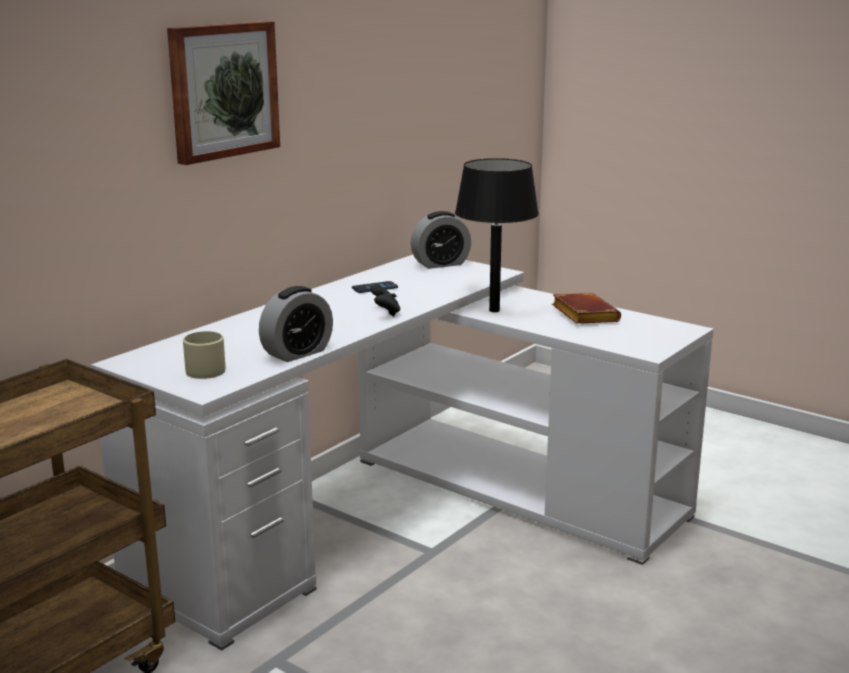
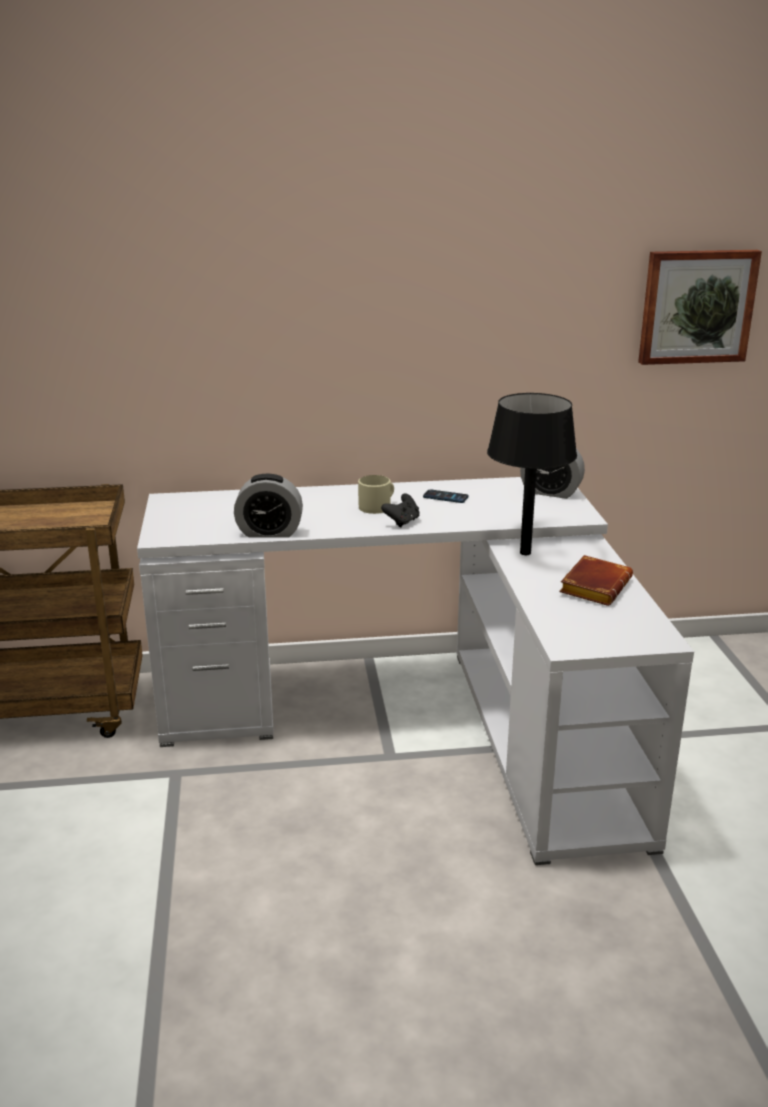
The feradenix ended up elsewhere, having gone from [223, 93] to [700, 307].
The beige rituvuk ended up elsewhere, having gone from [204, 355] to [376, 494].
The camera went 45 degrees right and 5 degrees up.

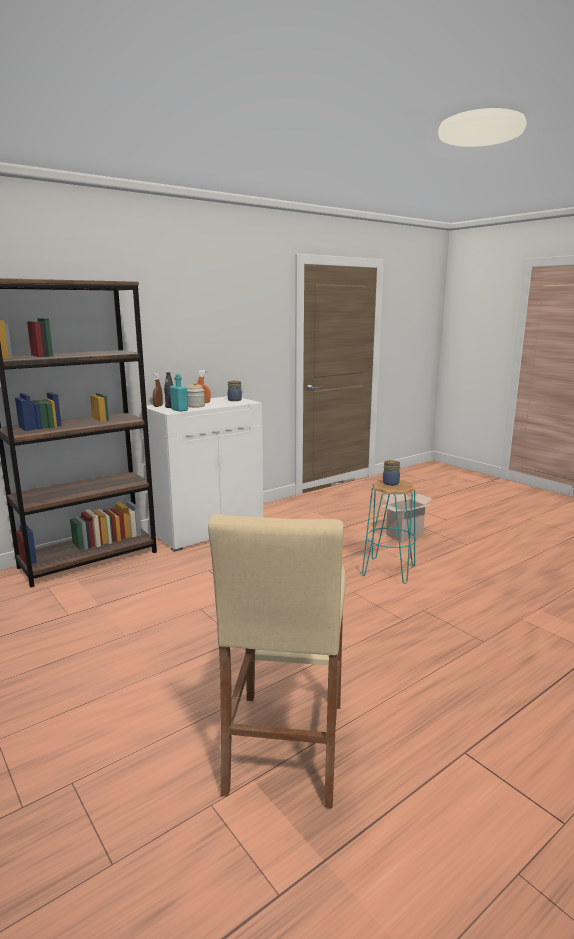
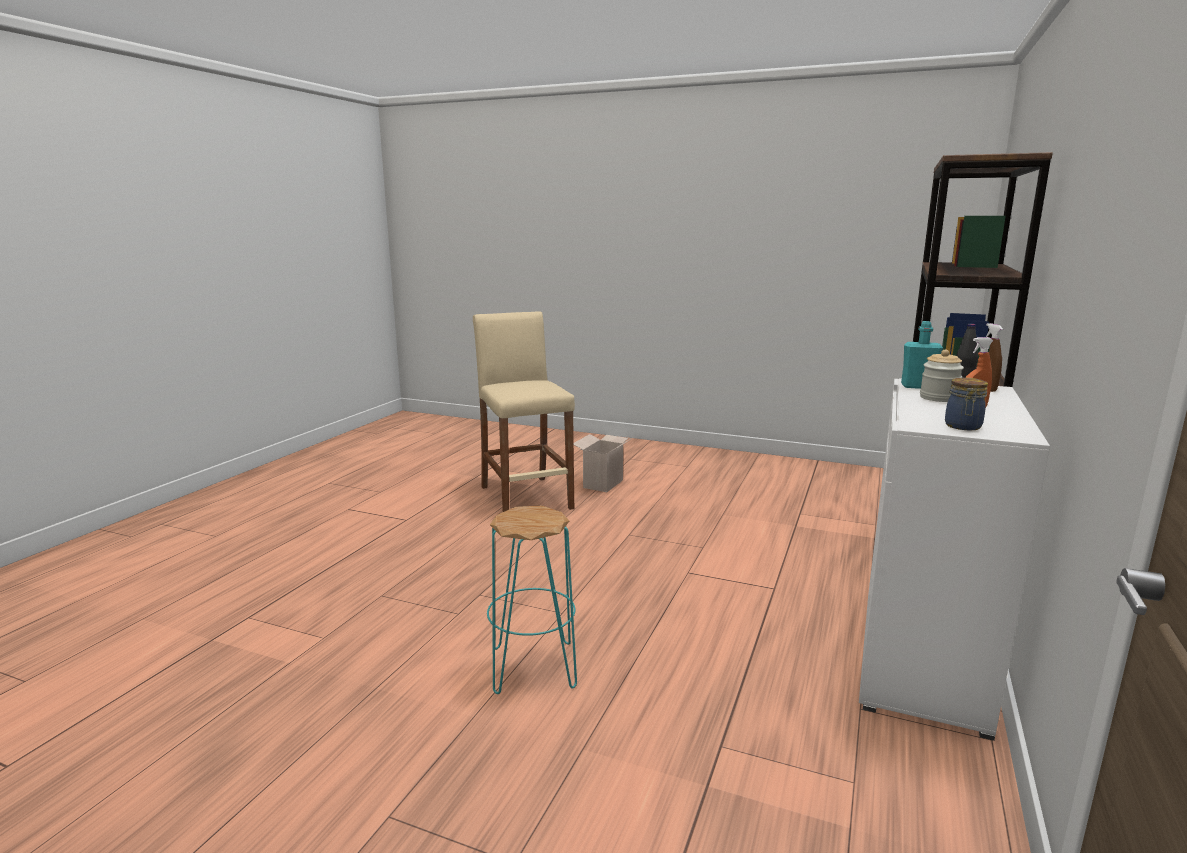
The second view lost the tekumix at [391, 473].
The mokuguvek ended up elsewhere, having gone from [407, 518] to [603, 463].
The camera went 150 degrees right and 0 degrees up.

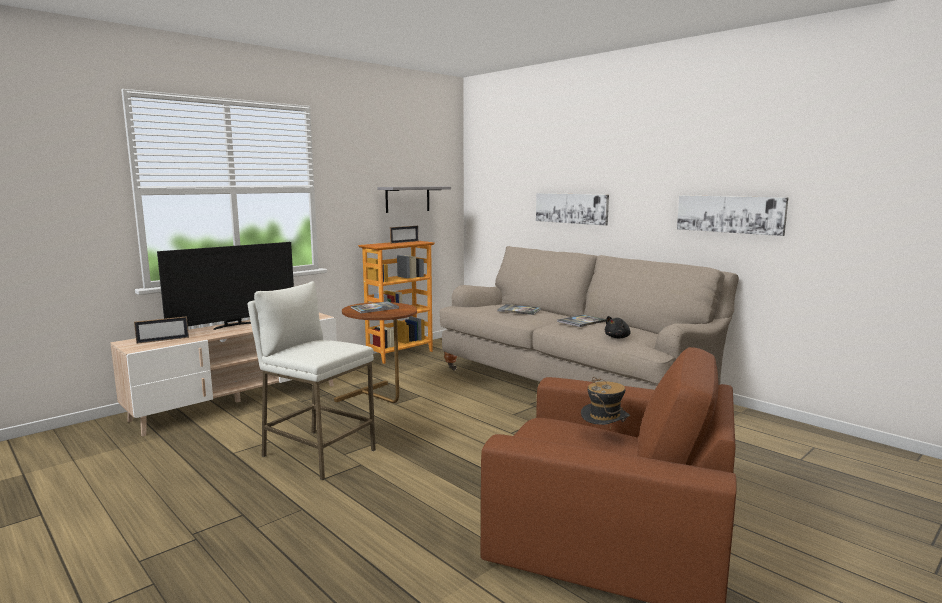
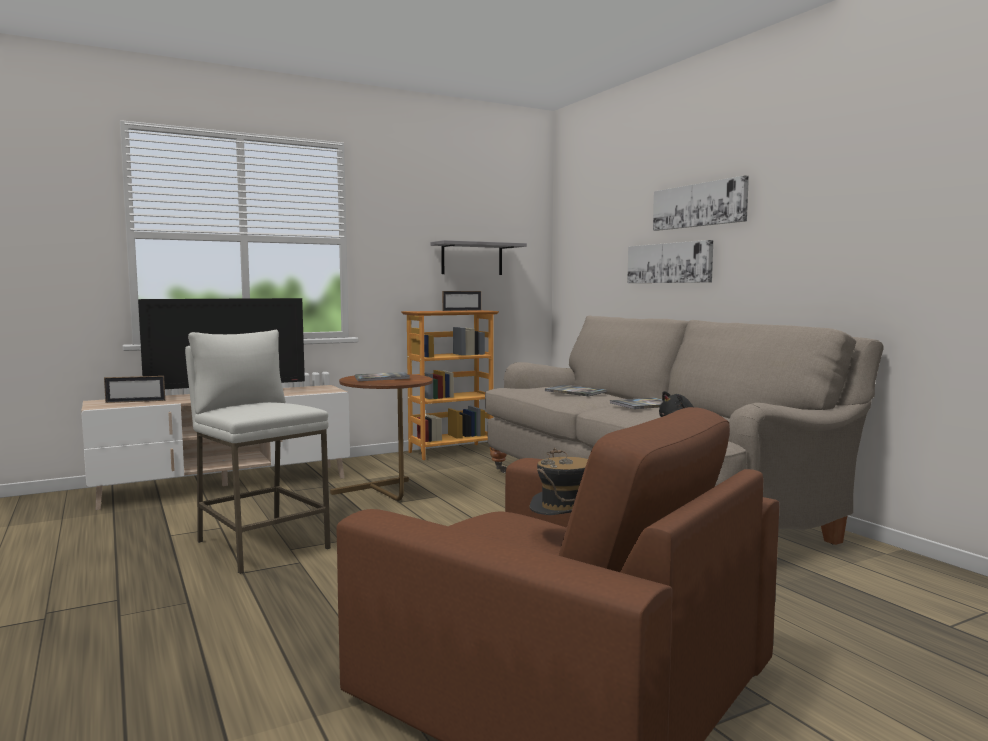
The feradenix ended up elsewhere, having gone from [733, 215] to [701, 203].
The camera went 15 degrees right and 5 degrees down.

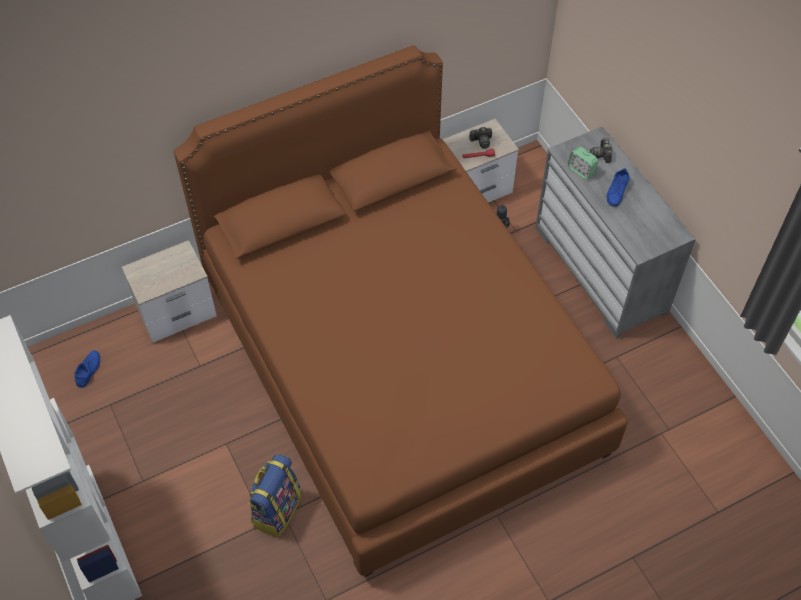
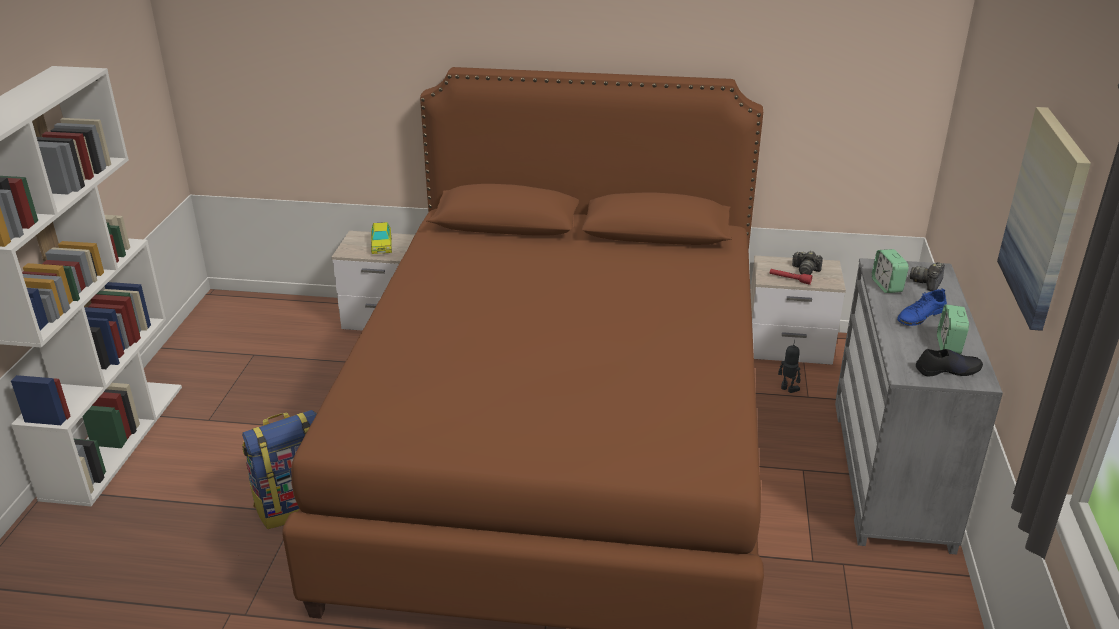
The second view lost the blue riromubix at [87, 369].
The second view gained the feradenix at [1044, 219].
The second view gained the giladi at [381, 238].
The second view gained the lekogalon at [953, 329].
The second view gained the black riromubix at [949, 362].
The camera went 35 degrees right and 25 degrees down.

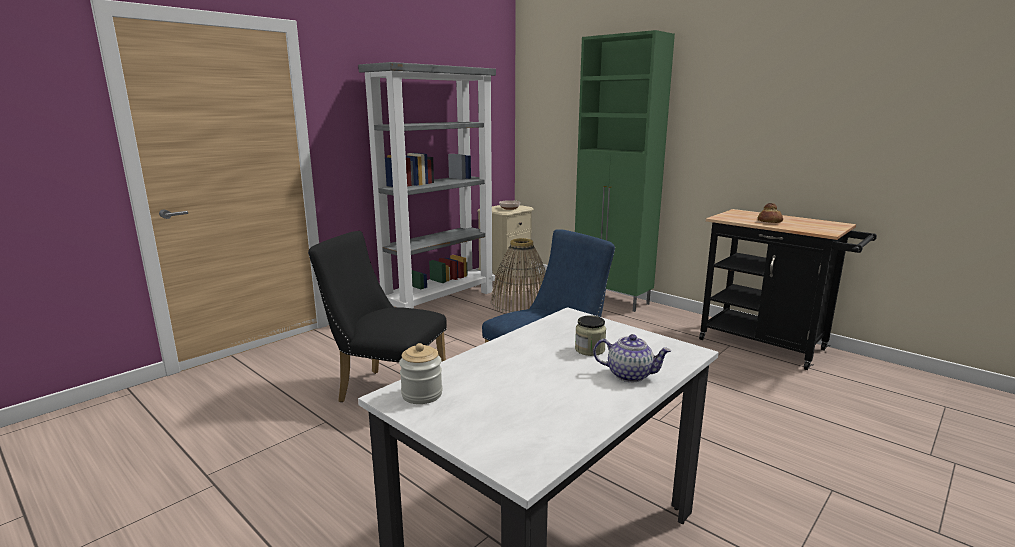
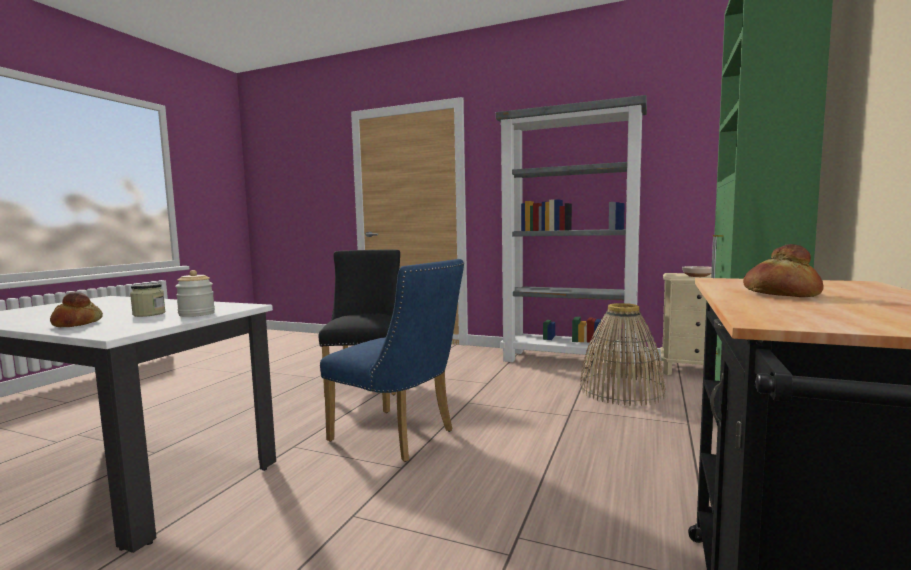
Where the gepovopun stood at [632, 358], the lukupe came to stand at [76, 309].
The tekumix ended up elsewhere, having gone from [421, 373] to [195, 293].
The camera went 70 degrees right and 10 degrees down.

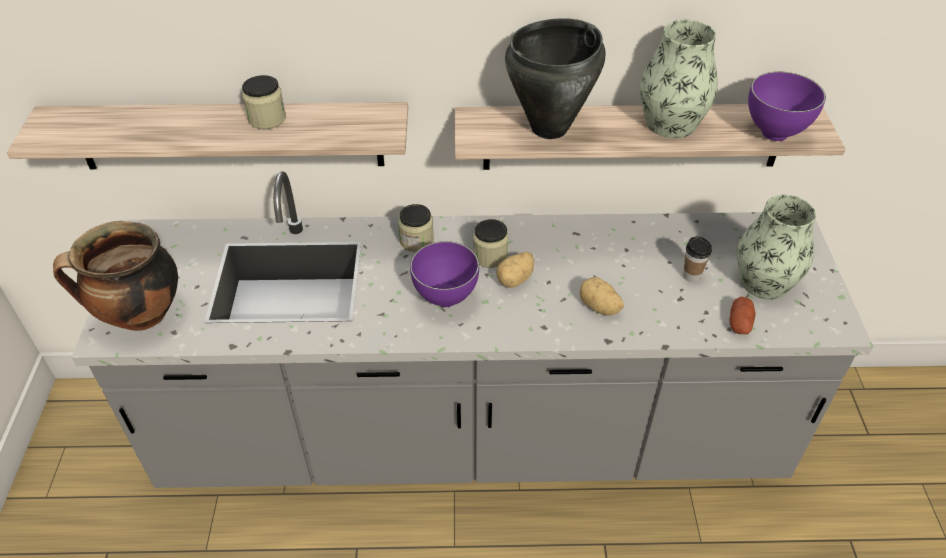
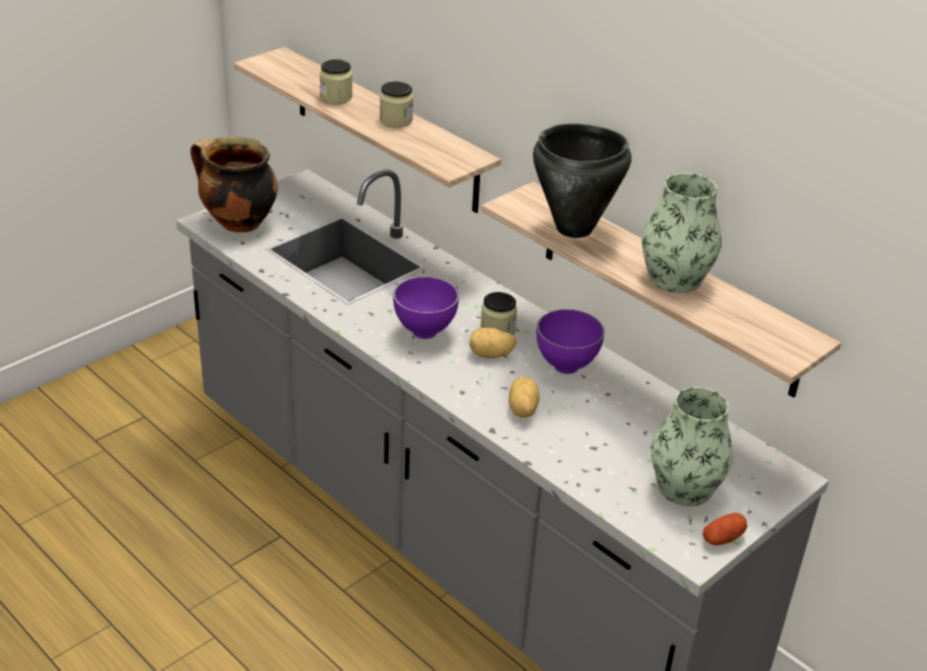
The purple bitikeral ended up elsewhere, having gone from [787, 106] to [570, 341].
The tekumix ended up elsewhere, having gone from [416, 228] to [336, 81].
The second view lost the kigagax at [697, 259].
The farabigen ended up elsewhere, having gone from [742, 315] to [725, 529].
The camera went 45 degrees right and 10 degrees down.

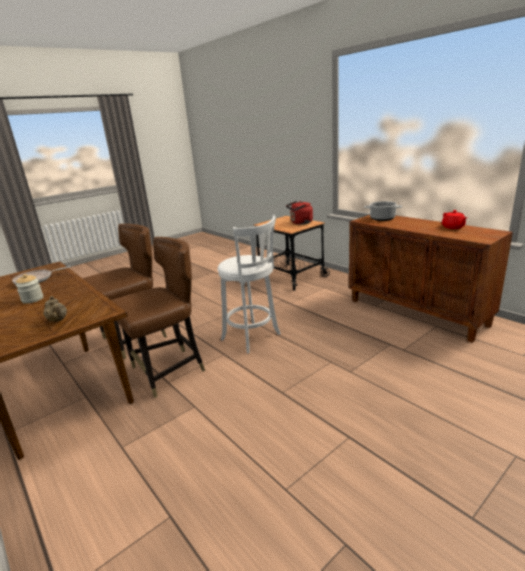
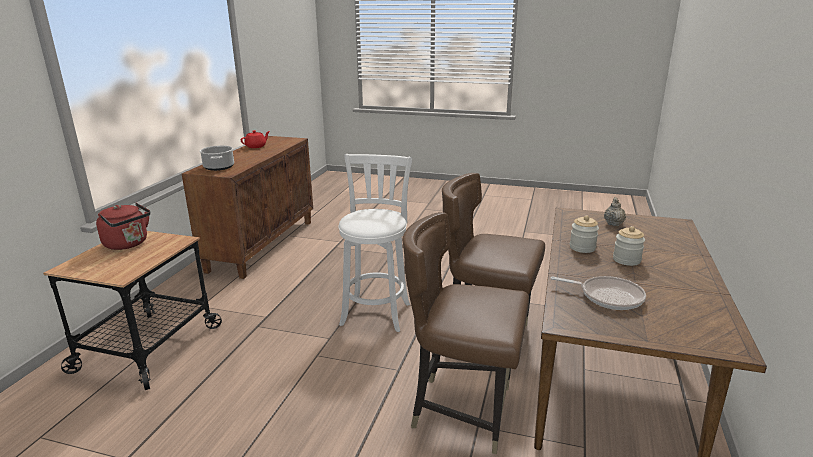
The second view gained the tekumix at [584, 234].
The camera went 125 degrees left and 0 degrees up.

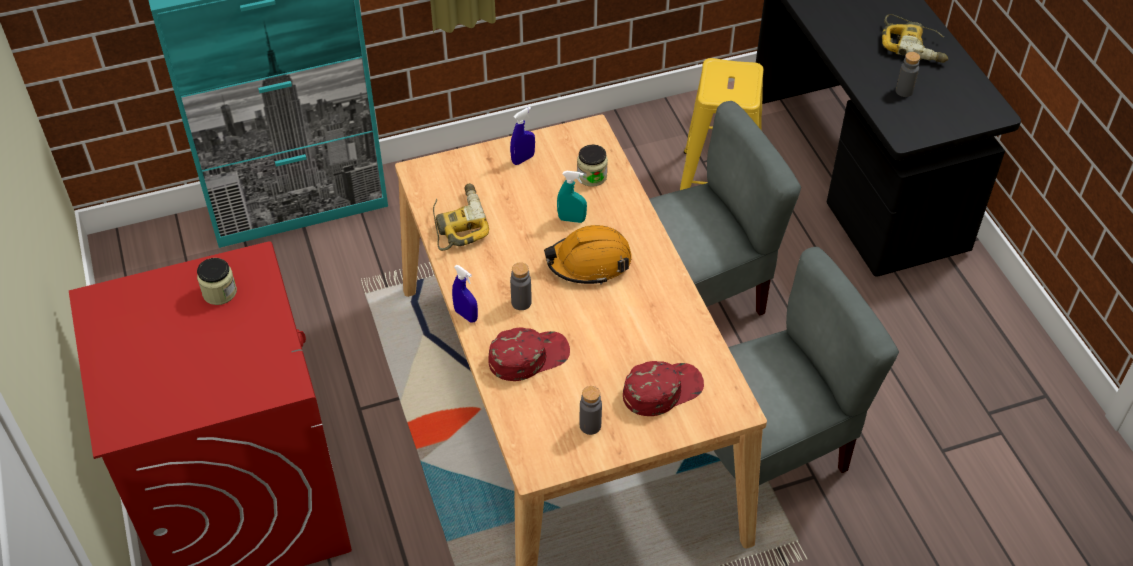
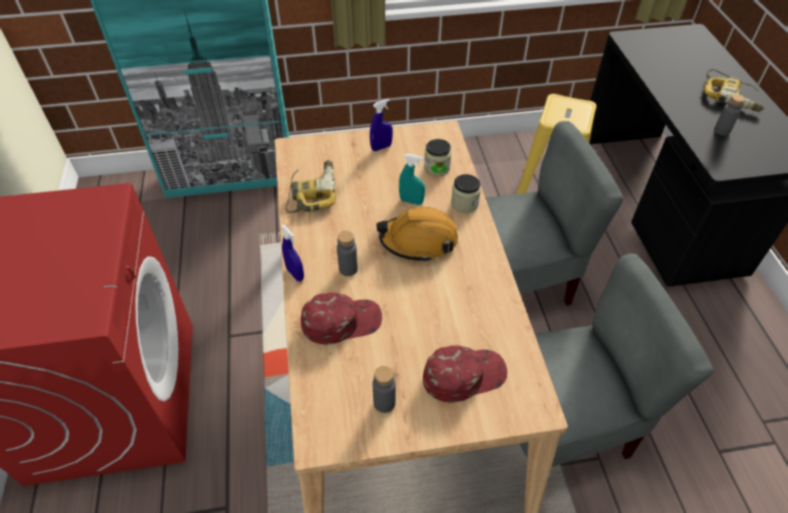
The tekumix ended up elsewhere, having gone from [217, 281] to [466, 193].
The camera went 10 degrees right and 0 degrees up.

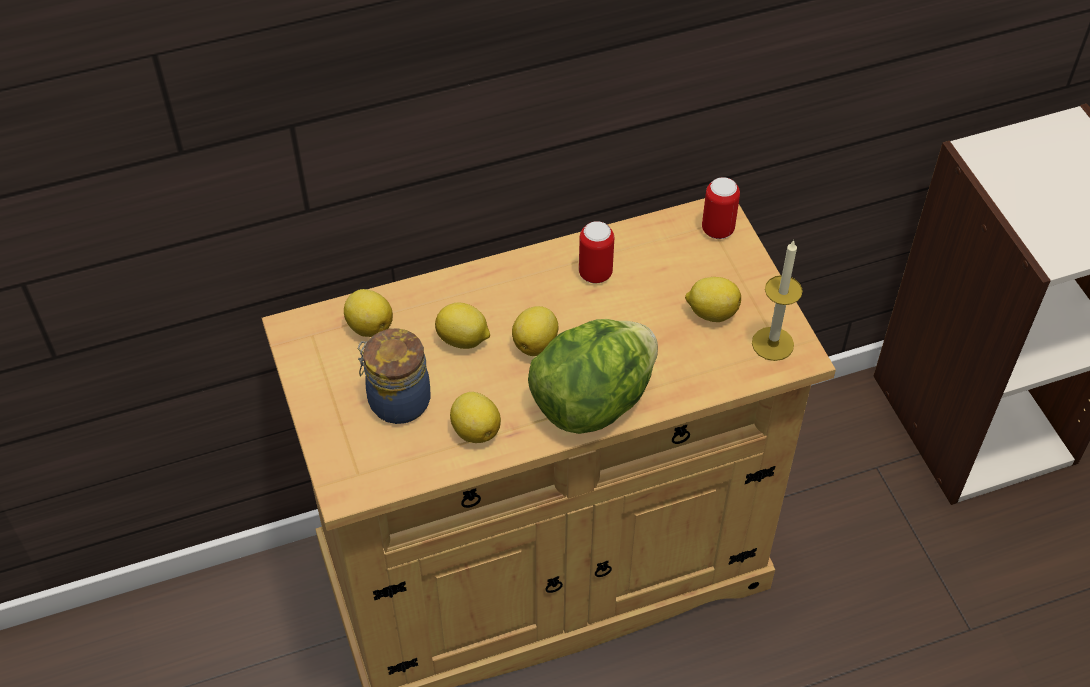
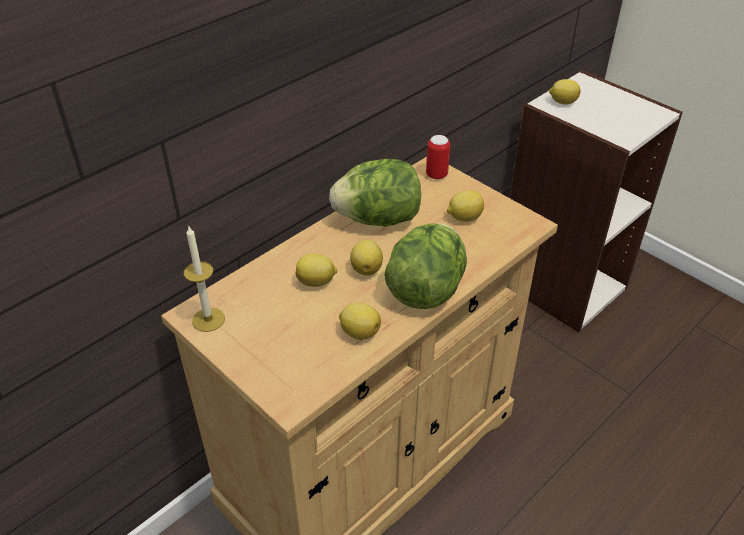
Where the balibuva stood at [596, 252], the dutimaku came to stand at [375, 193].
The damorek ended up elsewhere, having gone from [777, 300] to [204, 279].
The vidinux ended up elsewhere, having gone from [368, 313] to [565, 91].
The second view lost the tekumix at [394, 376].
The camera went 25 degrees left and 10 degrees down.

